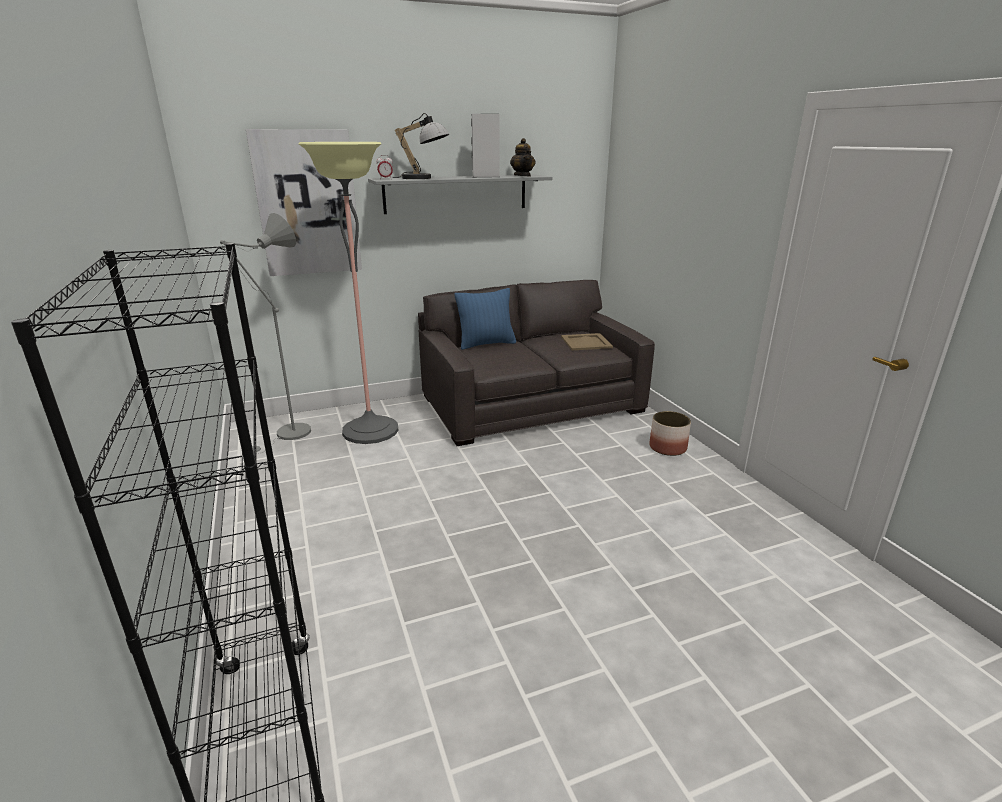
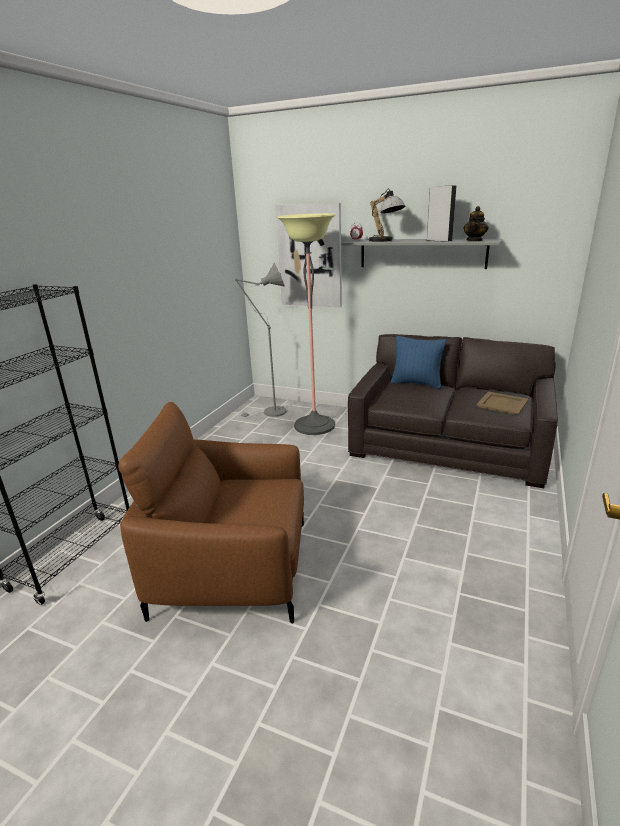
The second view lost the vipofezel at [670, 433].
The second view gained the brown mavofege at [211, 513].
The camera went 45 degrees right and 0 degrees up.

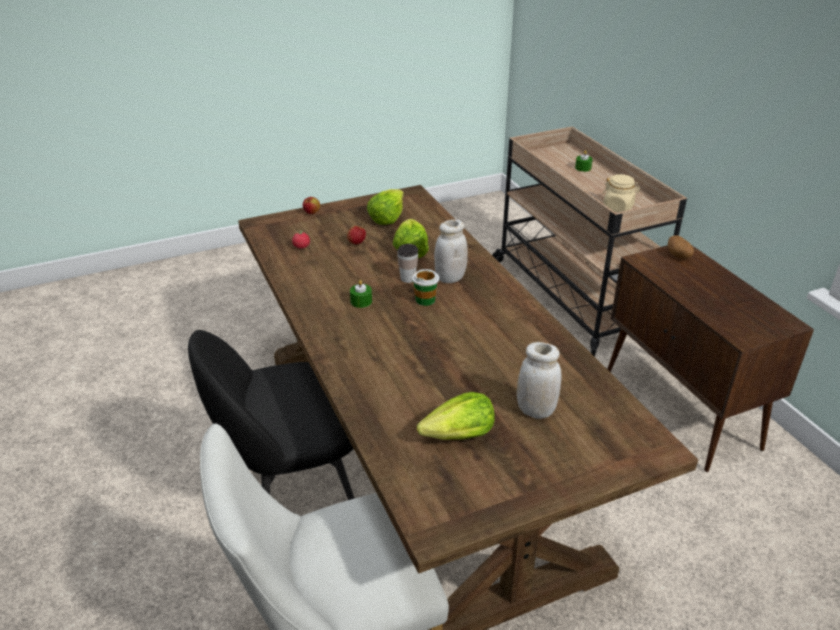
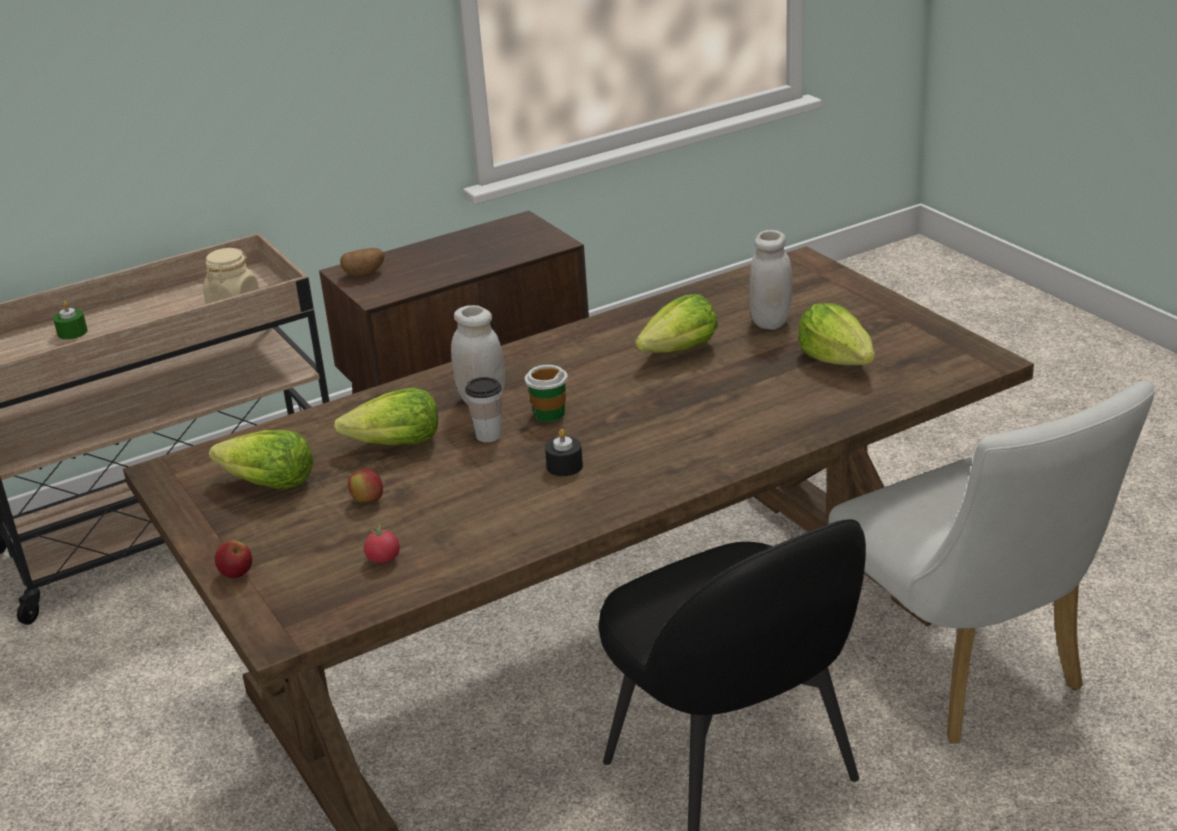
What was the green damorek at [361, 294] turned into the black damorek at [564, 452].
The second view gained the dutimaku at [676, 323].
The camera went 95 degrees left and 5 degrees down.

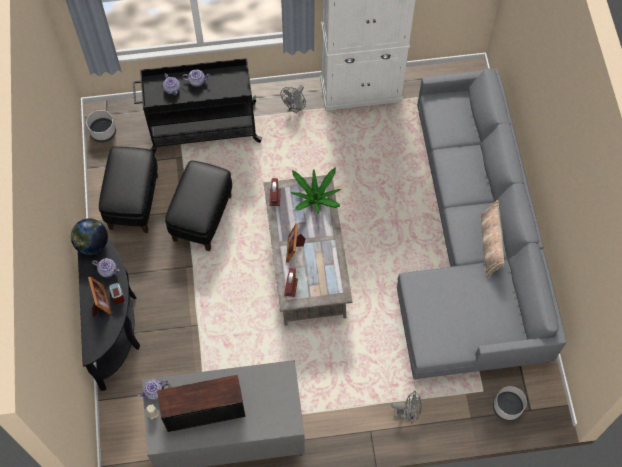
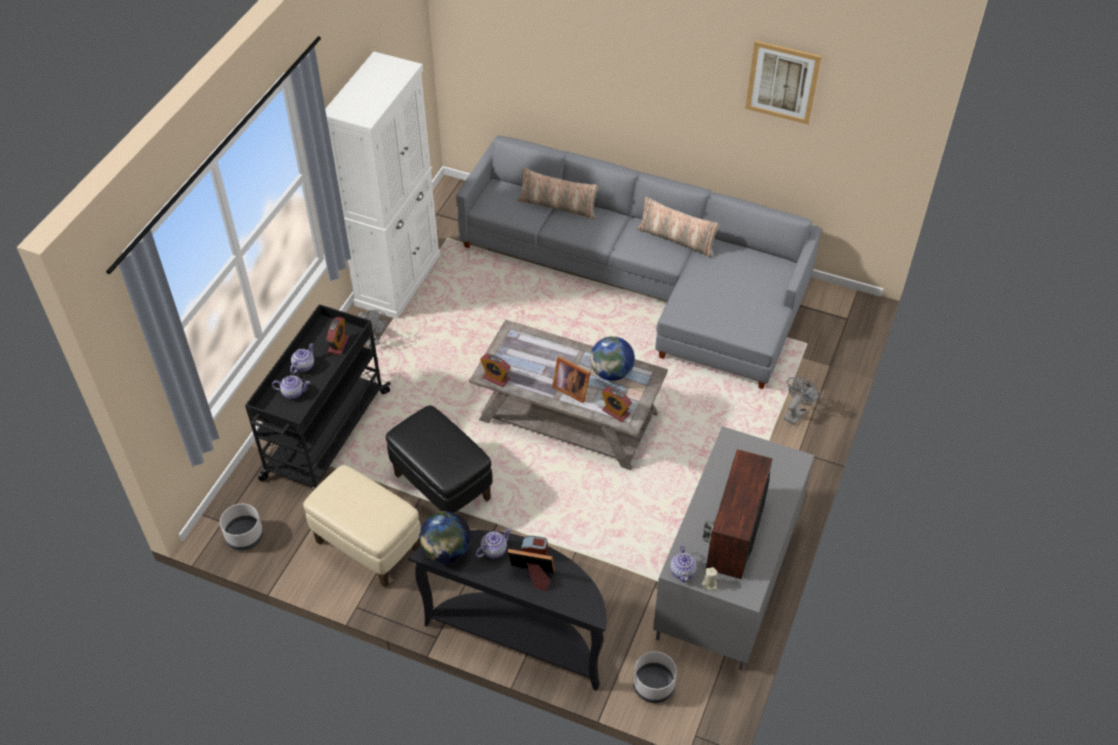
What was the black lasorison at [128, 190] turned into the beige lasorison at [362, 526].
The second view lost the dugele at [316, 190].
The grey vipofezel ended up elsewhere, having gone from [510, 403] to [655, 677].
The second view gained the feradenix at [783, 82].
The second view gained the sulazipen at [557, 193].
The second view gained the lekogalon at [337, 336].
The second view gained the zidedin at [612, 358].
The camera went 60 degrees left and 15 degrees down.

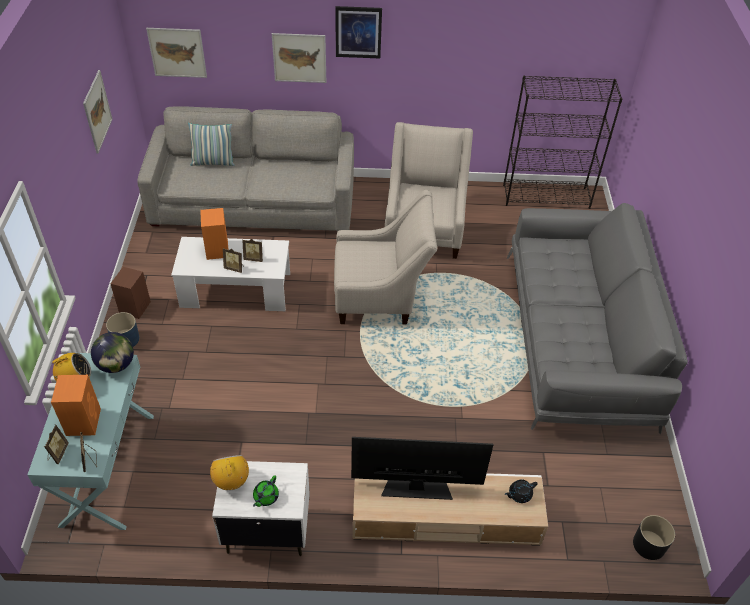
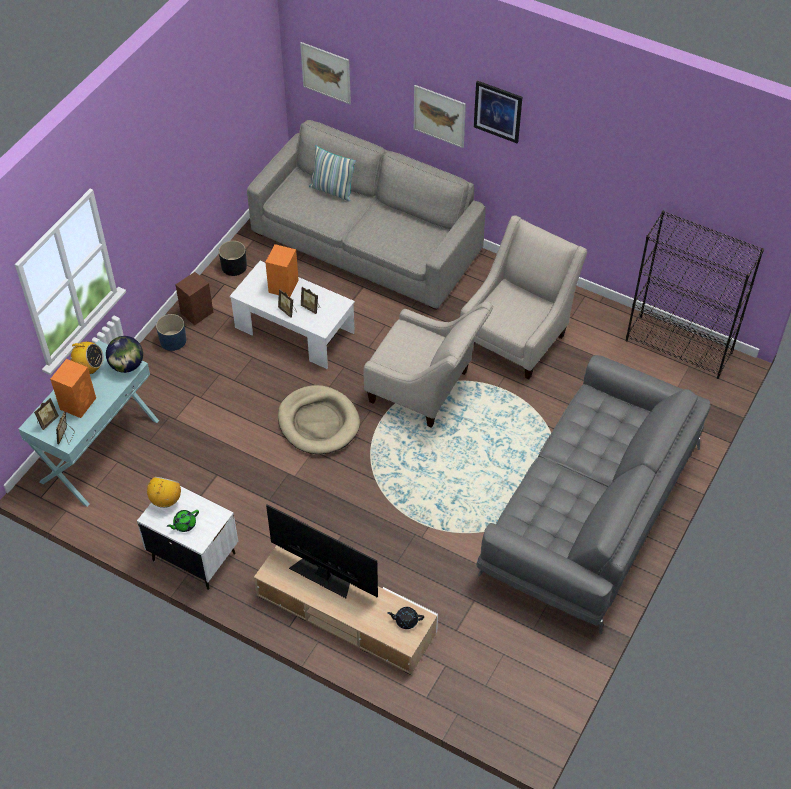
The second view lost the feradenix at [97, 111].
The black vipofezel ended up elsewhere, having gone from [654, 537] to [233, 258].
The second view gained the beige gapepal at [319, 419].
The camera went 30 degrees right and 5 degrees up.

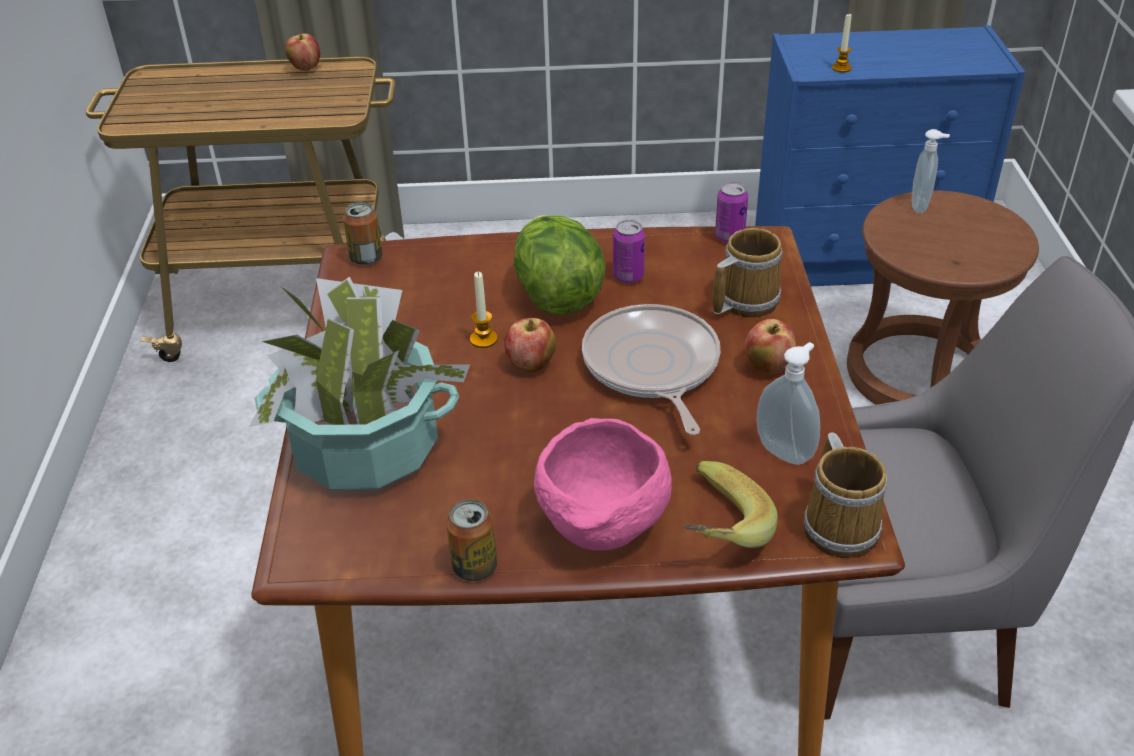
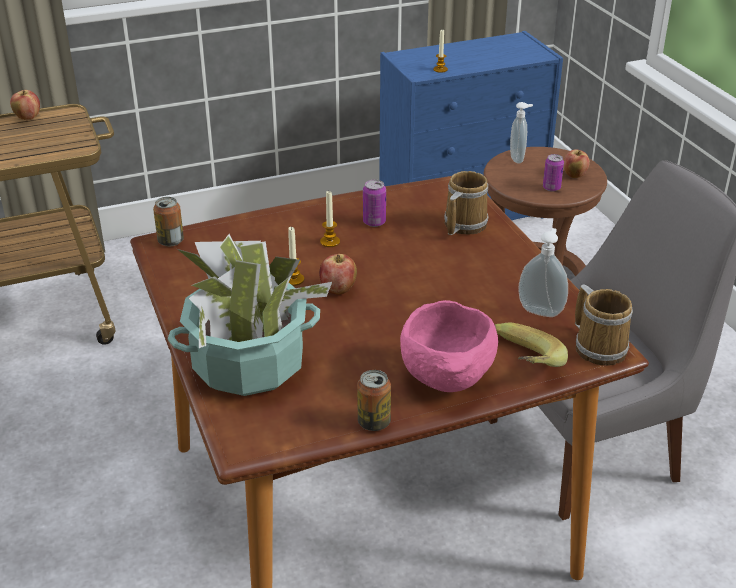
The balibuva ended up elsewhere, having gone from [731, 212] to [553, 173].
Where the dutimaku stood at [560, 265], the damorek came to stand at [330, 219].
The second view lost the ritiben at [651, 369].
The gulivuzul ended up elsewhere, having gone from [770, 346] to [577, 163].
The camera went 20 degrees left and 5 degrees down.

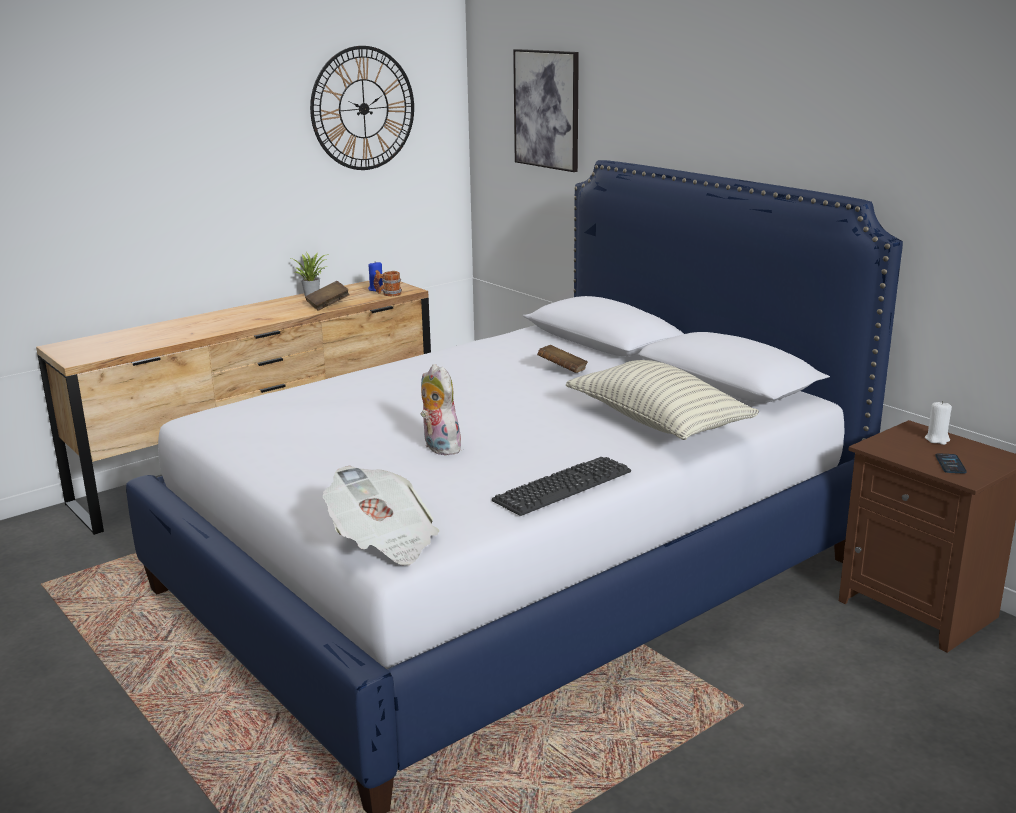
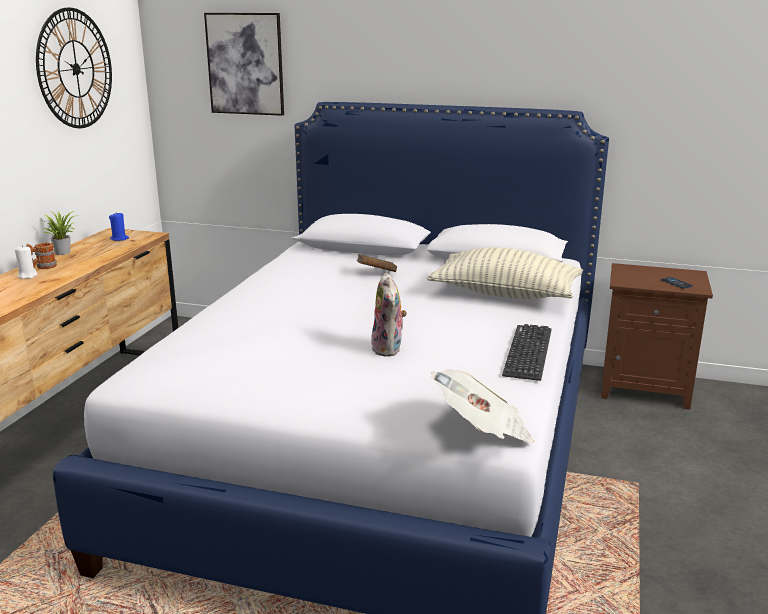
The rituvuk ended up elsewhere, having gone from [388, 283] to [41, 255].
The second view lost the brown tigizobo at [327, 295].
The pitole at [441, 409] ended up facing another way, 120 degrees counterclockwise from before.
The white damorek ended up elsewhere, having gone from [938, 423] to [26, 262].
The camera went 35 degrees left and 0 degrees up.

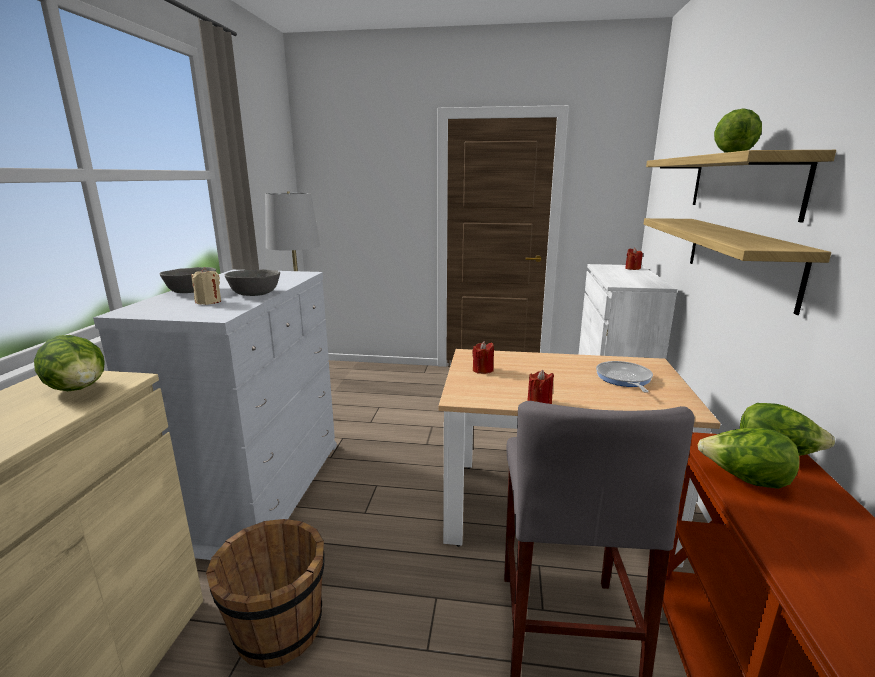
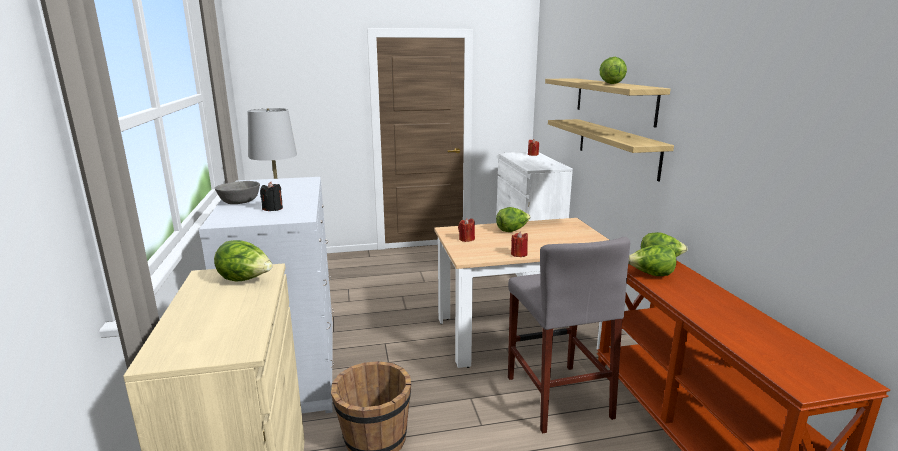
What was the beige damorek at [206, 286] turned into the black damorek at [271, 196].
The second view lost the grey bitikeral at [252, 282].
The second view lost the ritiben at [624, 377].
The second view gained the dutimaku at [513, 219].
The camera went 20 degrees left and 0 degrees up.

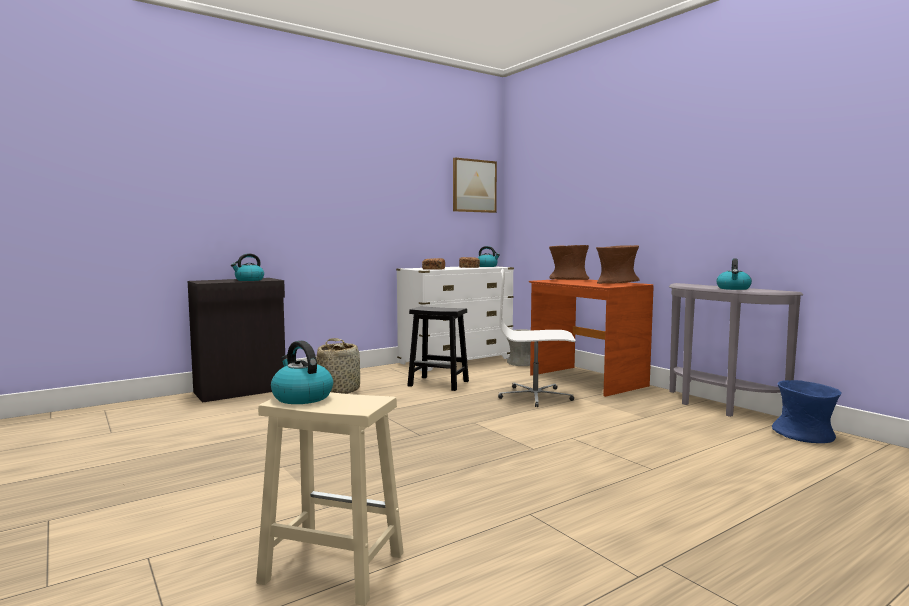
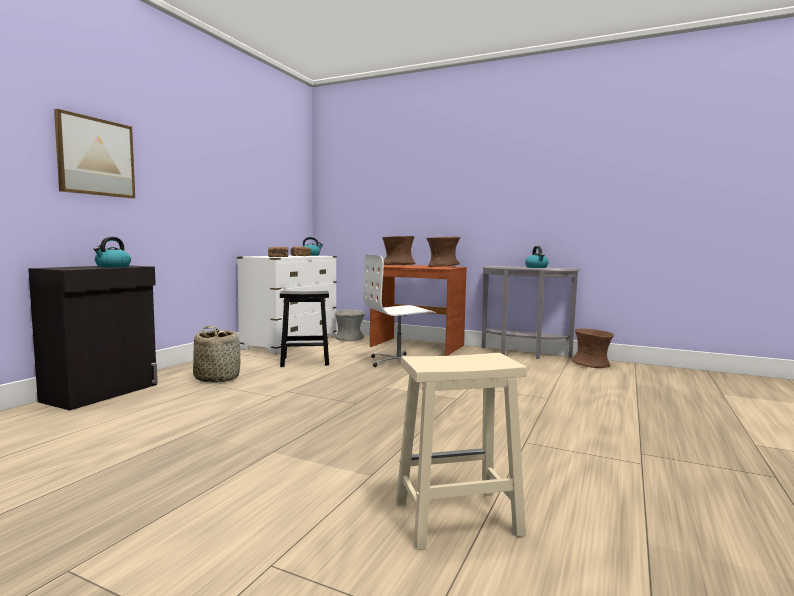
The feradenix ended up elsewhere, having gone from [475, 185] to [94, 153].
The second view lost the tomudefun at [302, 372].
What was the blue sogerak at [807, 411] turned into the brown sogerak at [593, 348].
The camera went 30 degrees left and 0 degrees up.

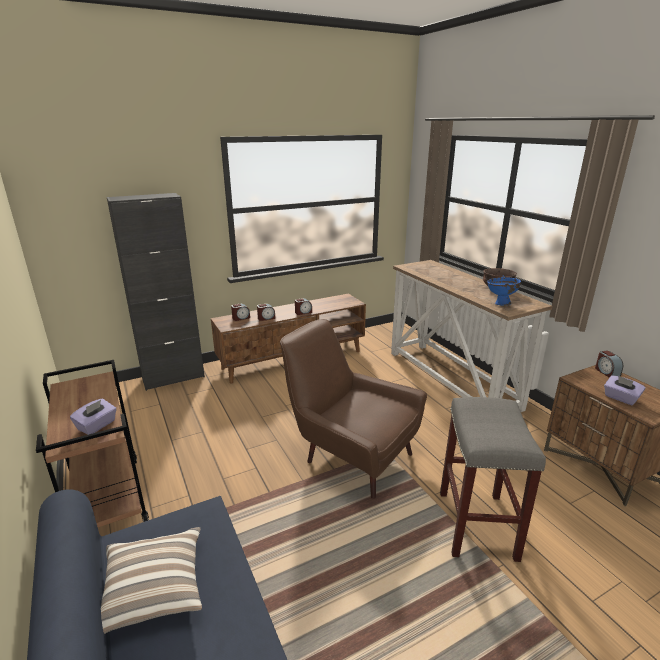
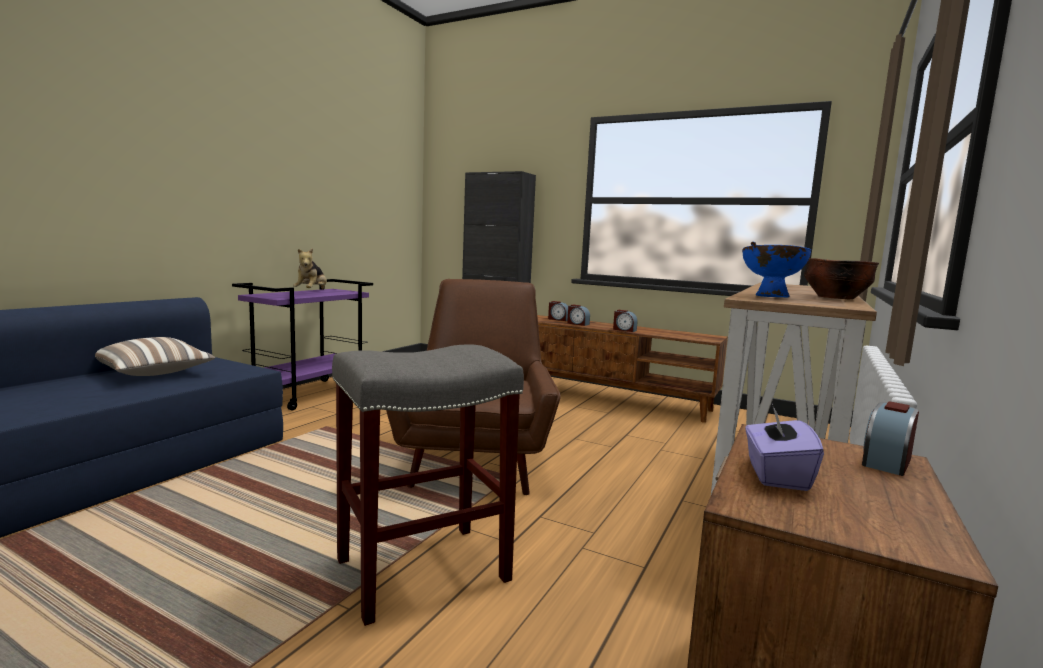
What was the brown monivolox at [92, 443] turned into the purple monivolox at [302, 344].
The second view lost the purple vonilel at [93, 416].
The second view gained the pitole at [310, 269].
The camera went 55 degrees right and 15 degrees down.

